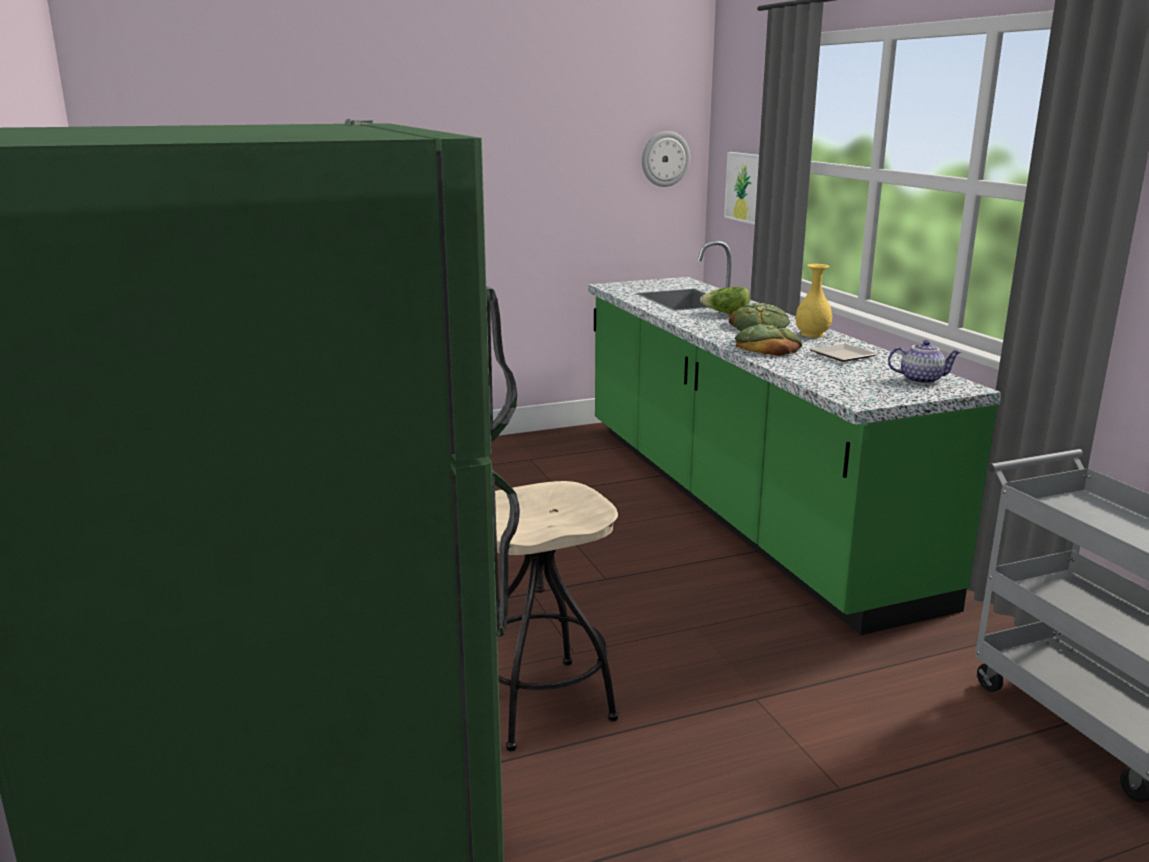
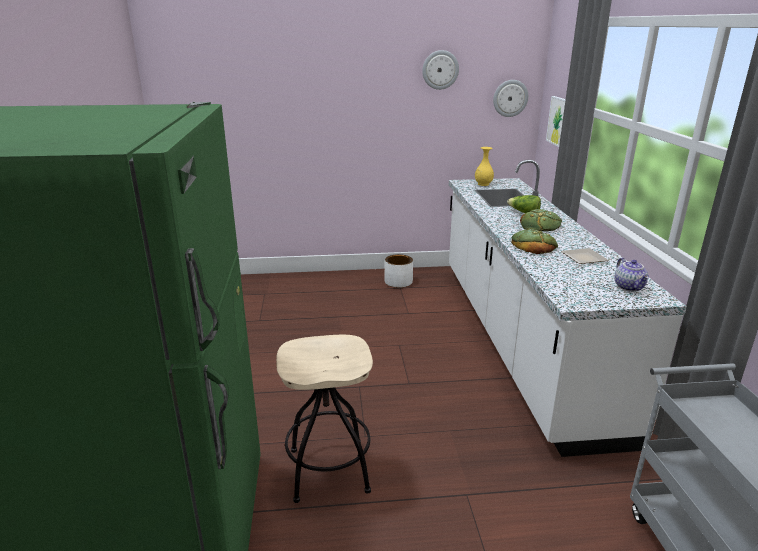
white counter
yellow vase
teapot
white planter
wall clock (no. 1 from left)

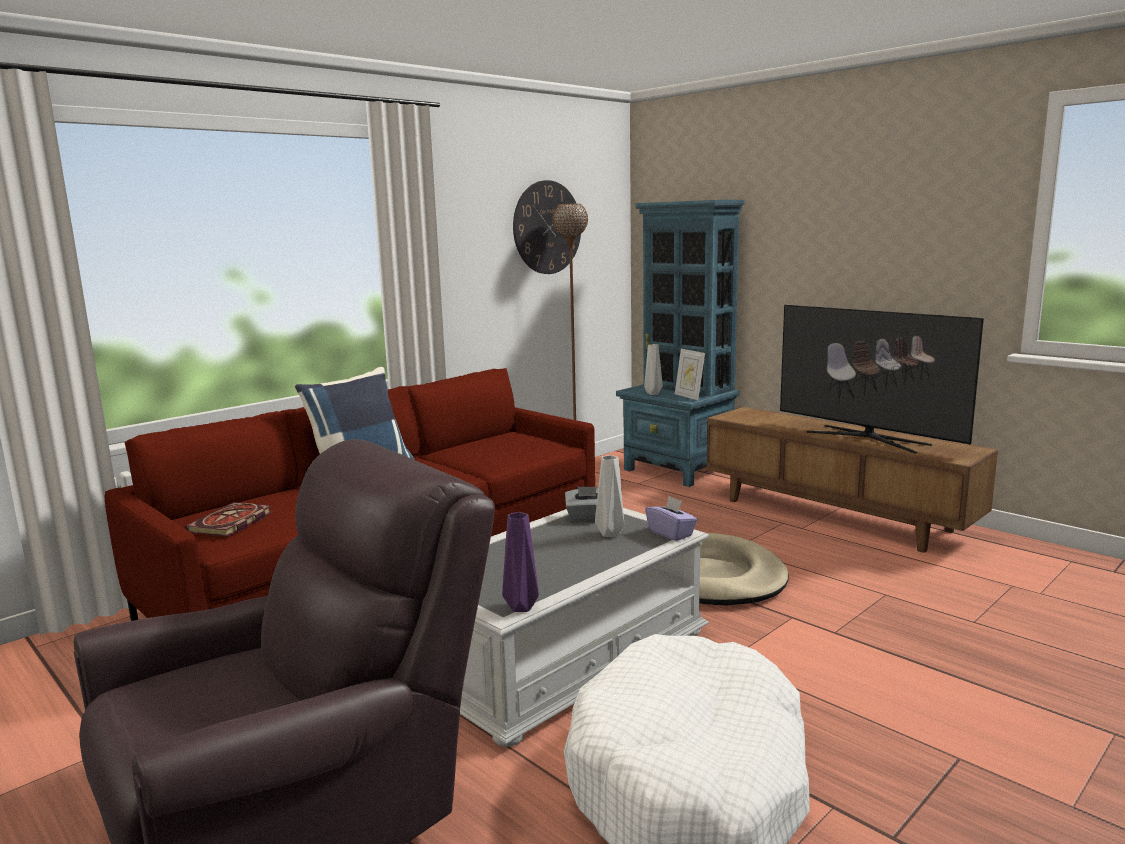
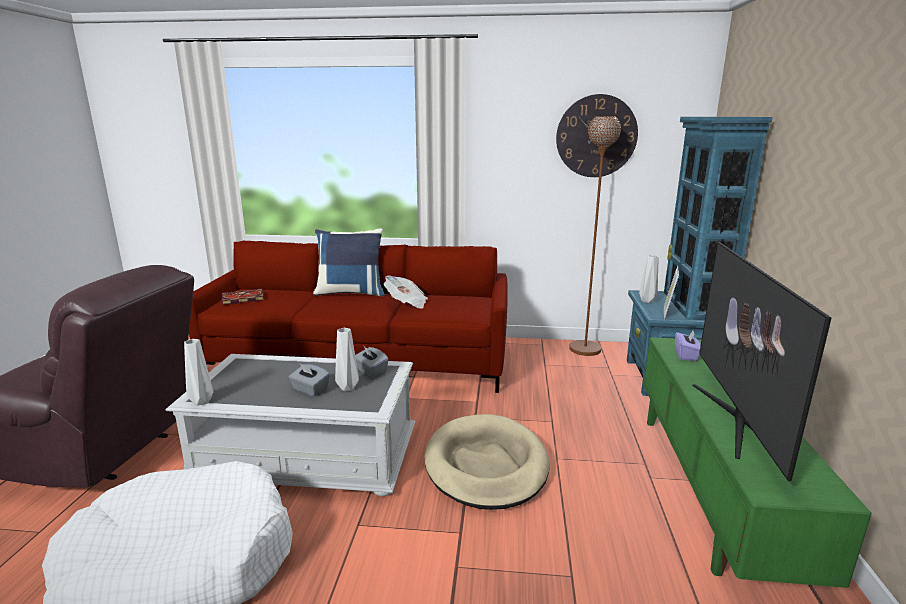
grey vase (no. 1 from left)
purple tissue box
green tv stand
grey tissue box (no. 1 from left)
newspaper

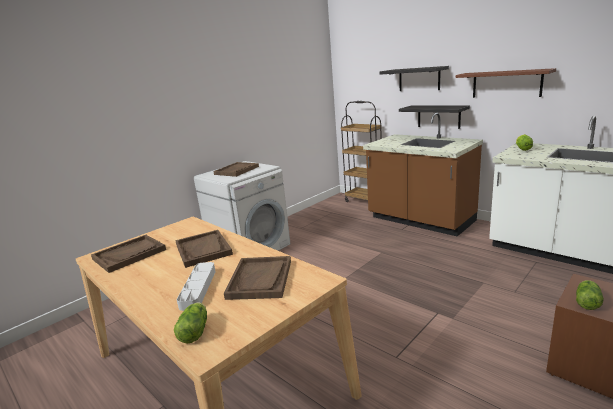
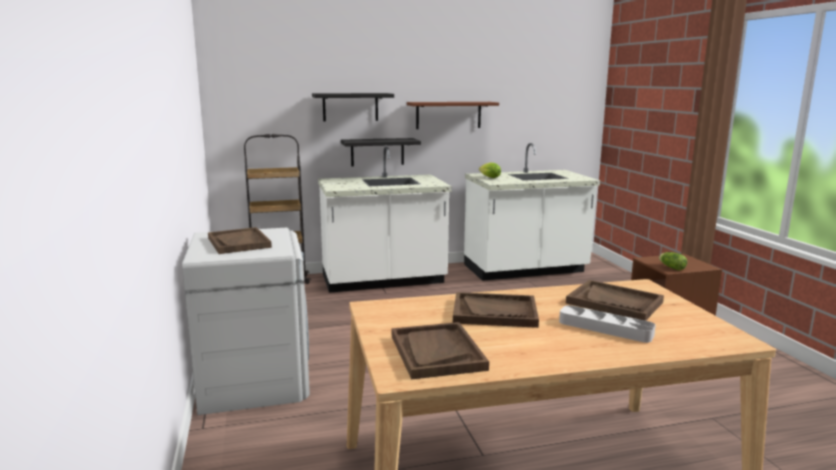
lettuce (no. 1 from left in the first image)
white counter (no. 1 from left)

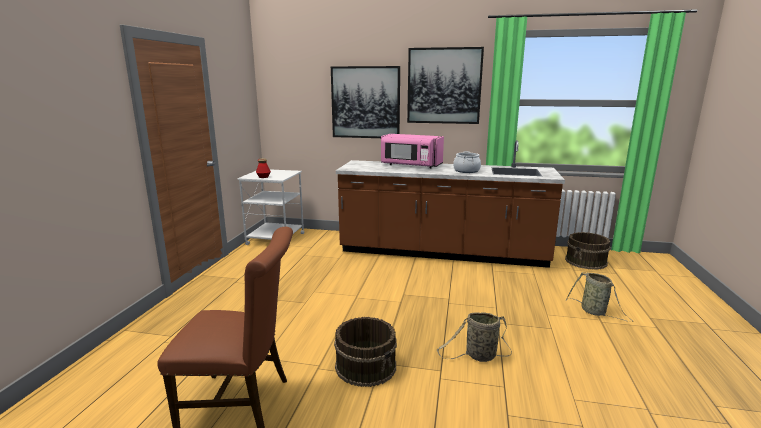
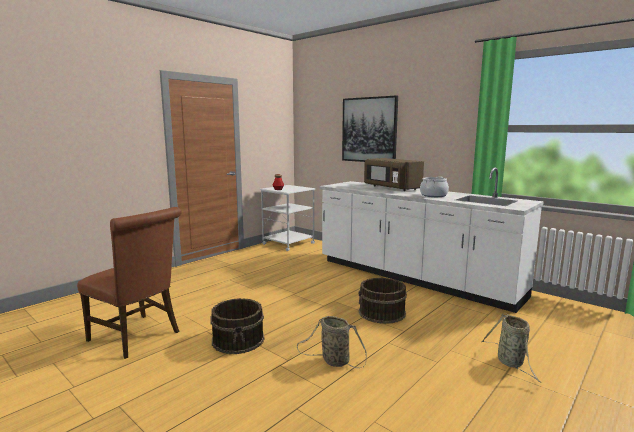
white counter
brown microwave
picture (no. 2 from left in the first image)
brown bucket (no. 2 from left)

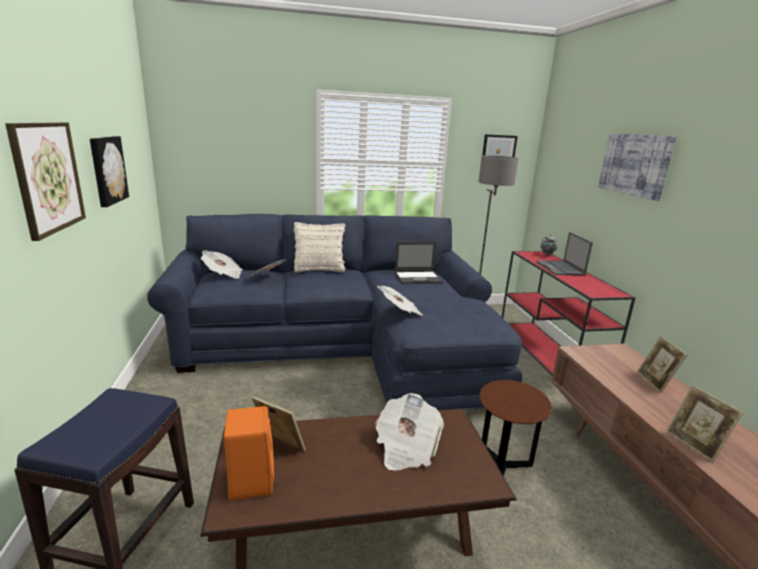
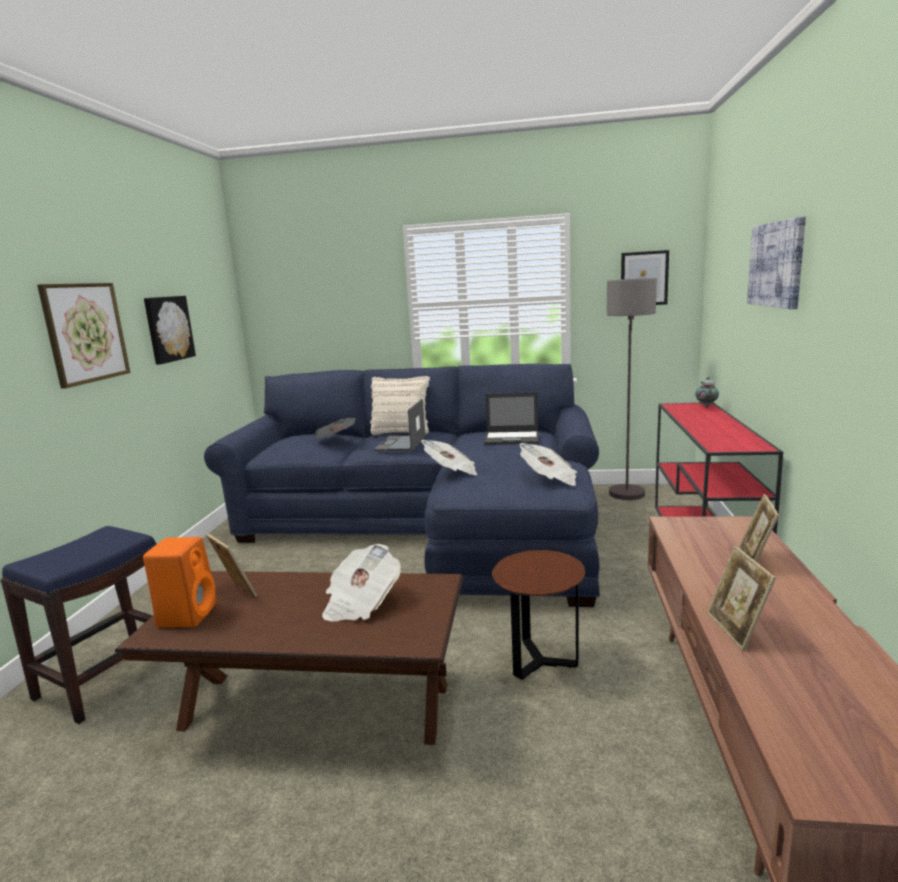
newspaper (no. 4 from left)
laptop (no. 1 from left)

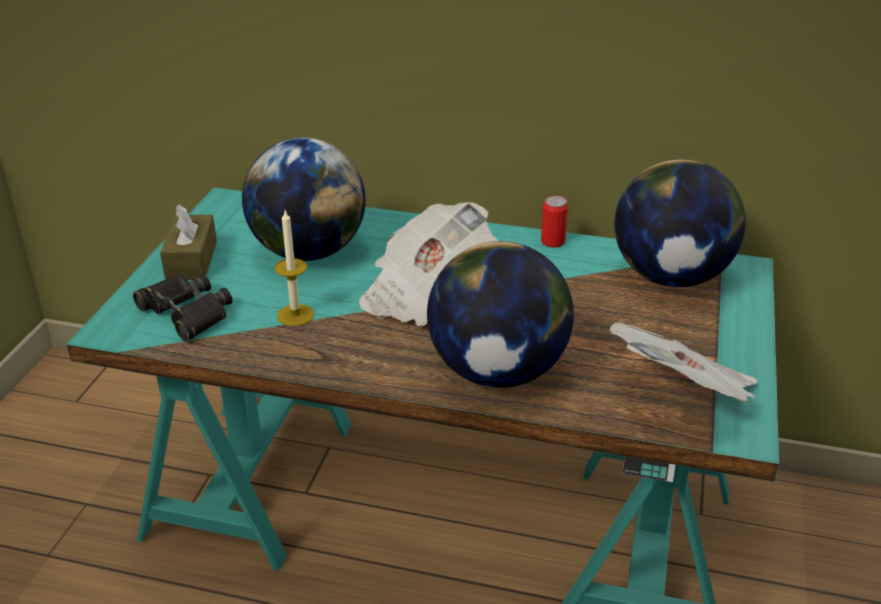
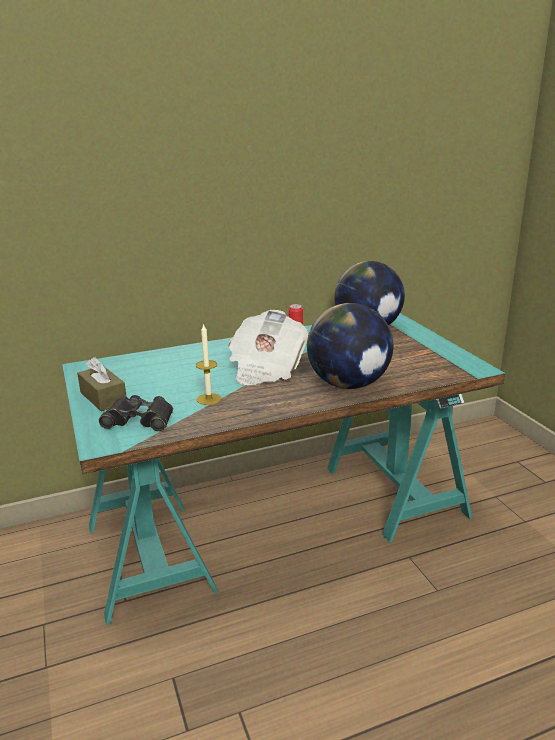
globe (no. 1 from left in the first image)
newspaper (no. 2 from left in the first image)

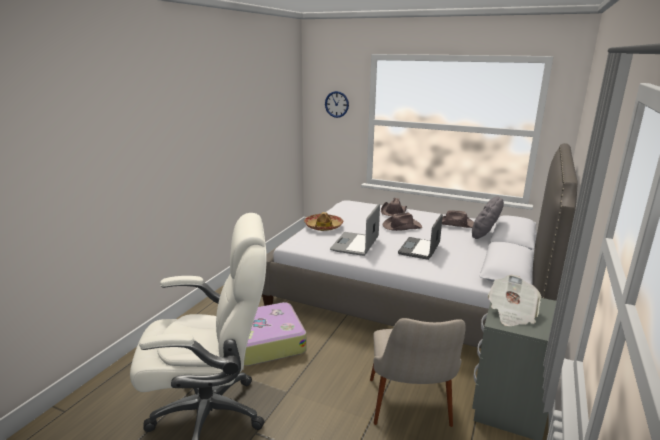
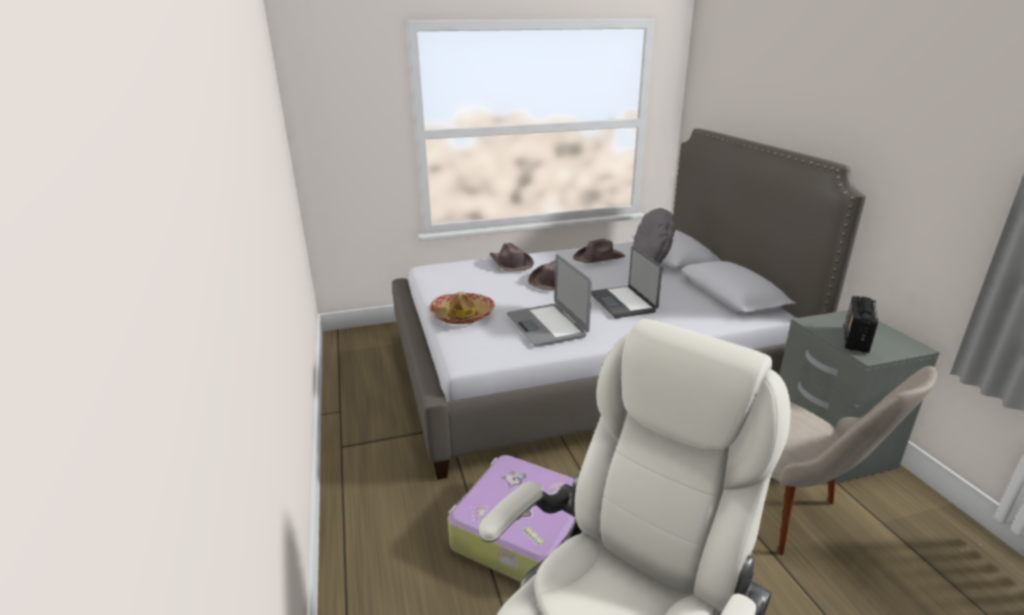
wall clock
radio

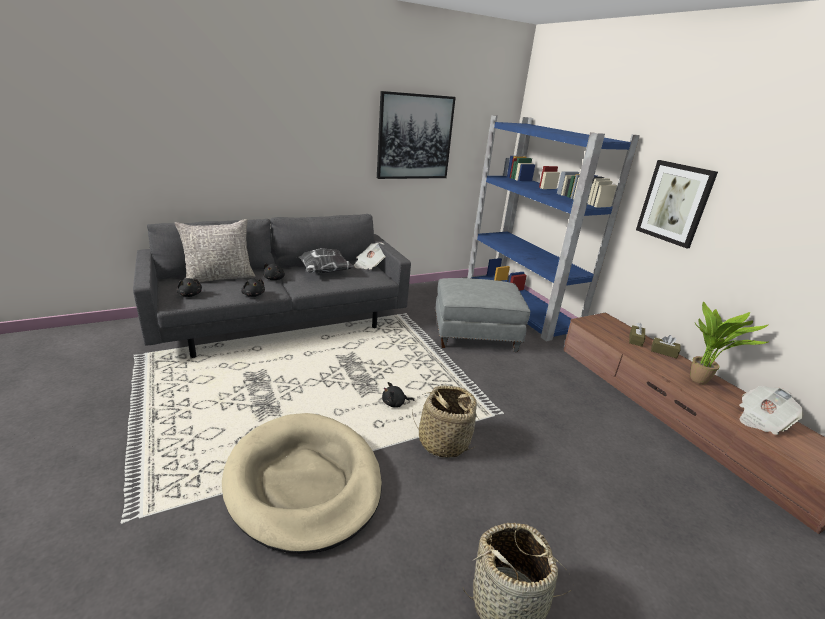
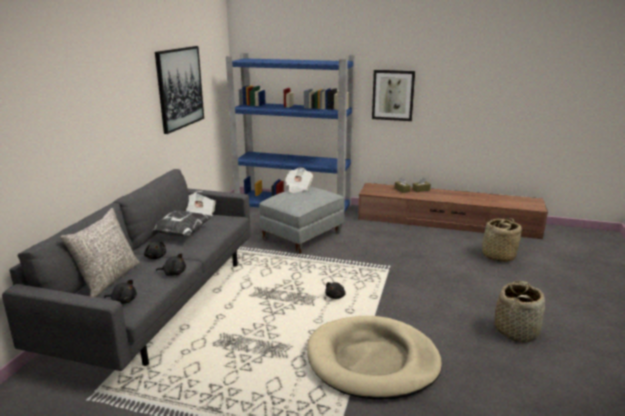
basket (no. 1 from left)
potted plant
newspaper (no. 2 from left)

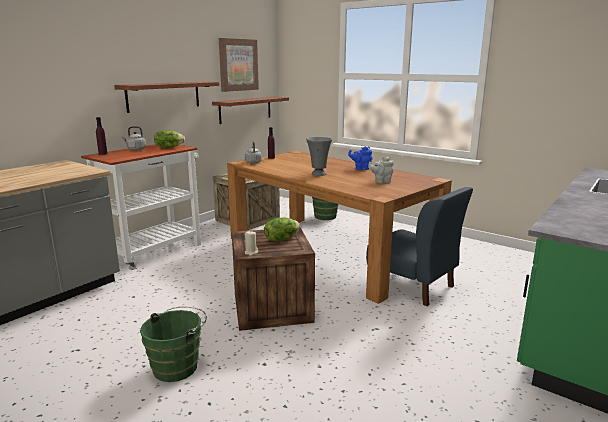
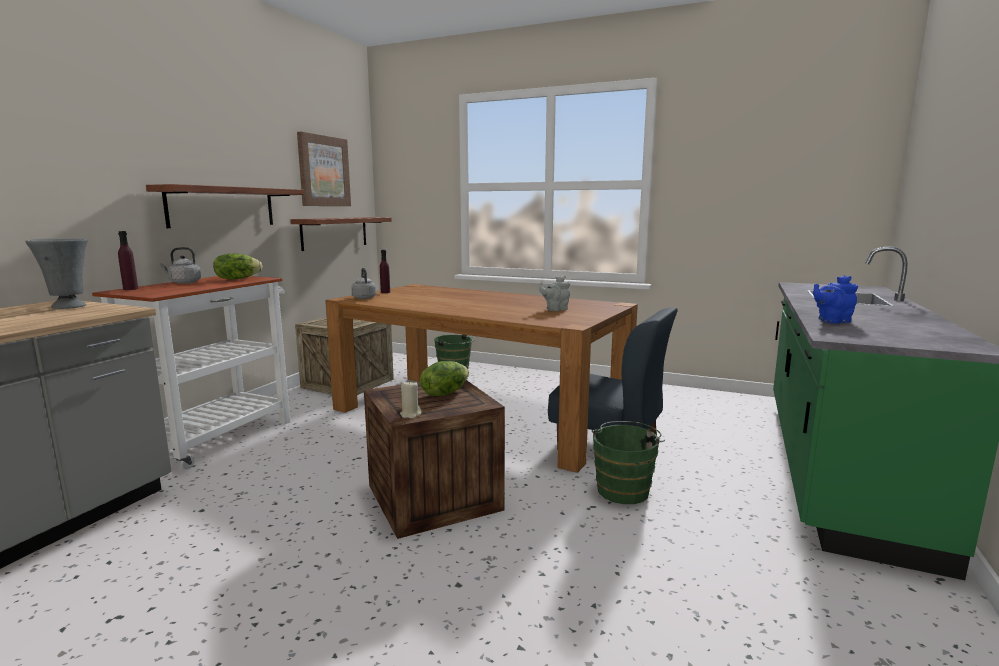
green bucket (no. 2 from left)
grey vase
blue teapot

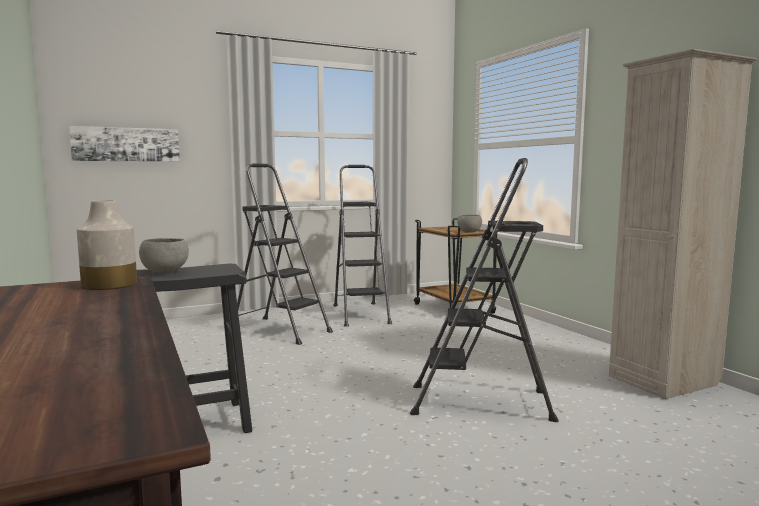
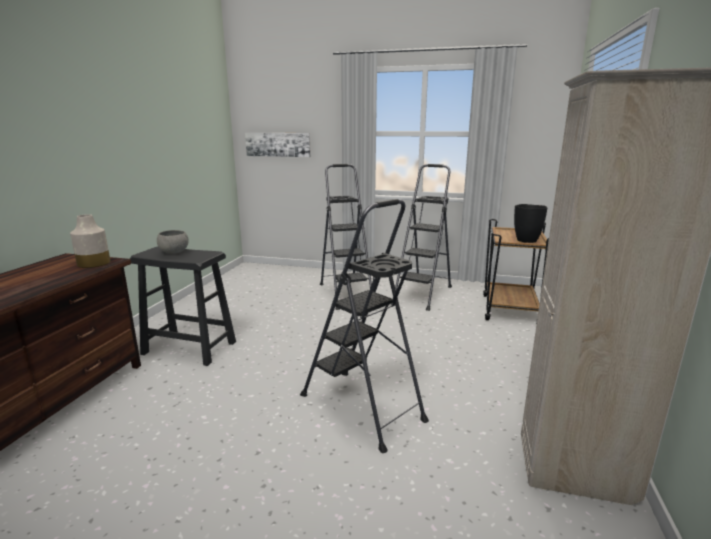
black vase

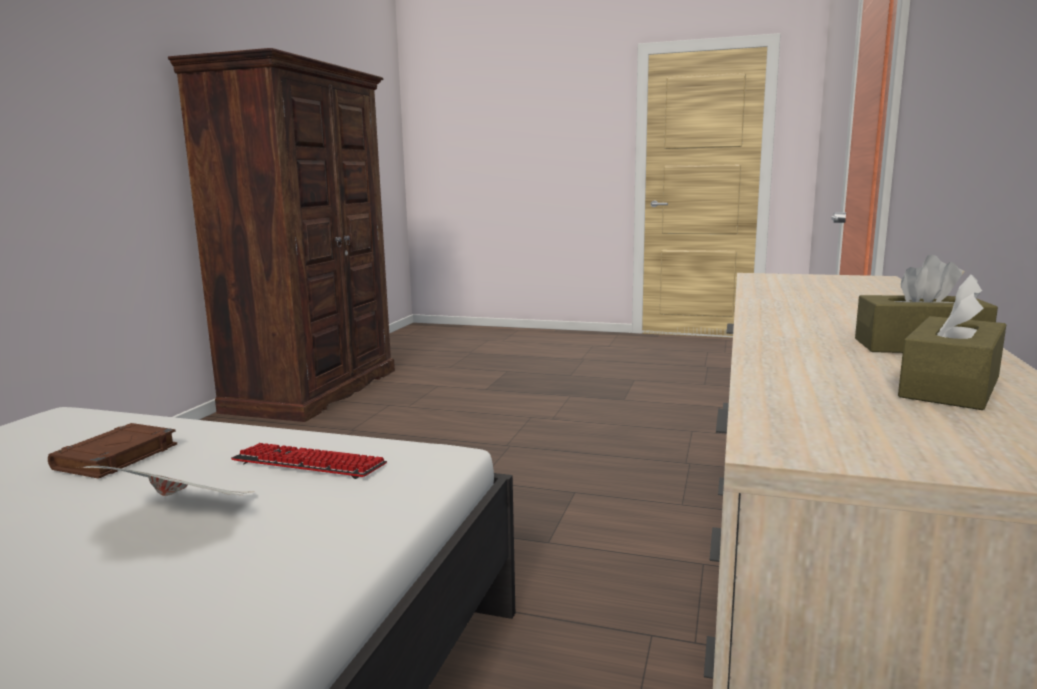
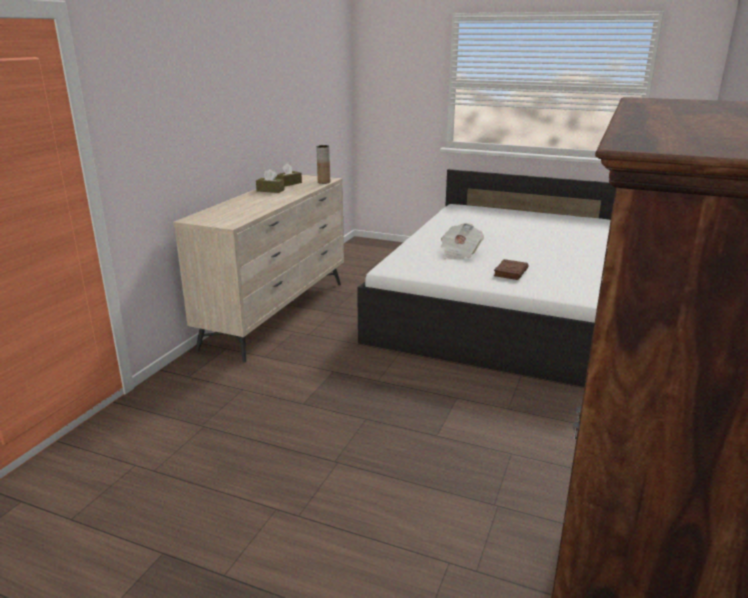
keyboard
brown vase

